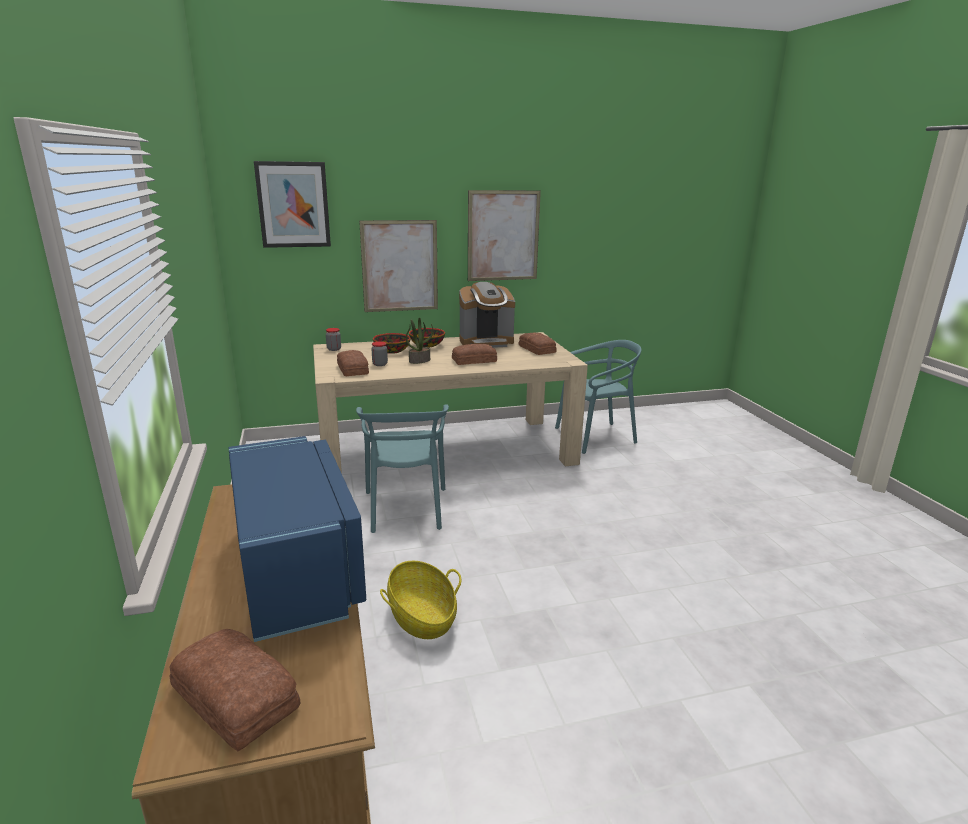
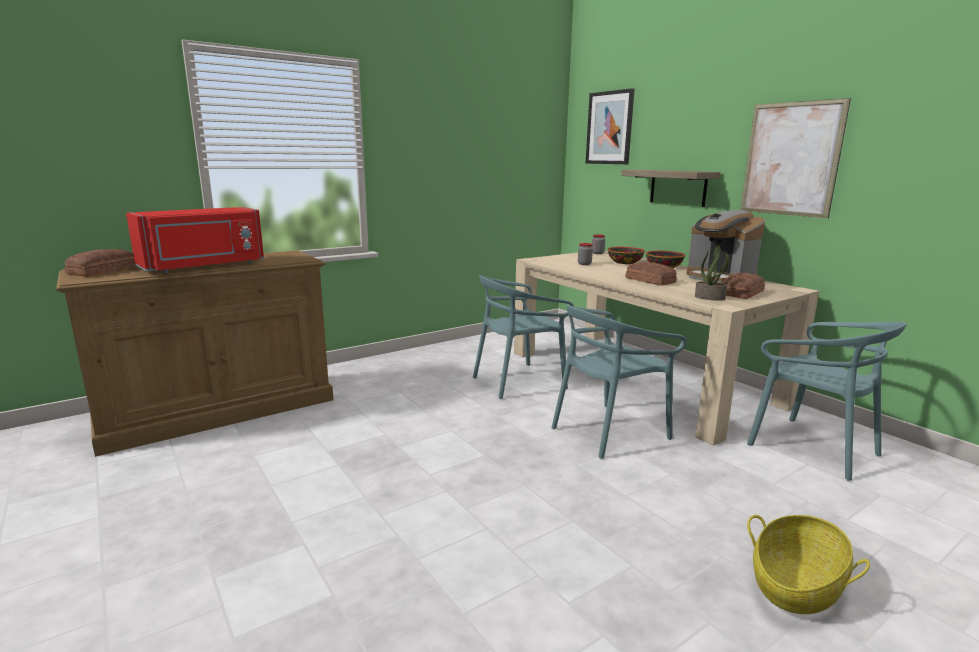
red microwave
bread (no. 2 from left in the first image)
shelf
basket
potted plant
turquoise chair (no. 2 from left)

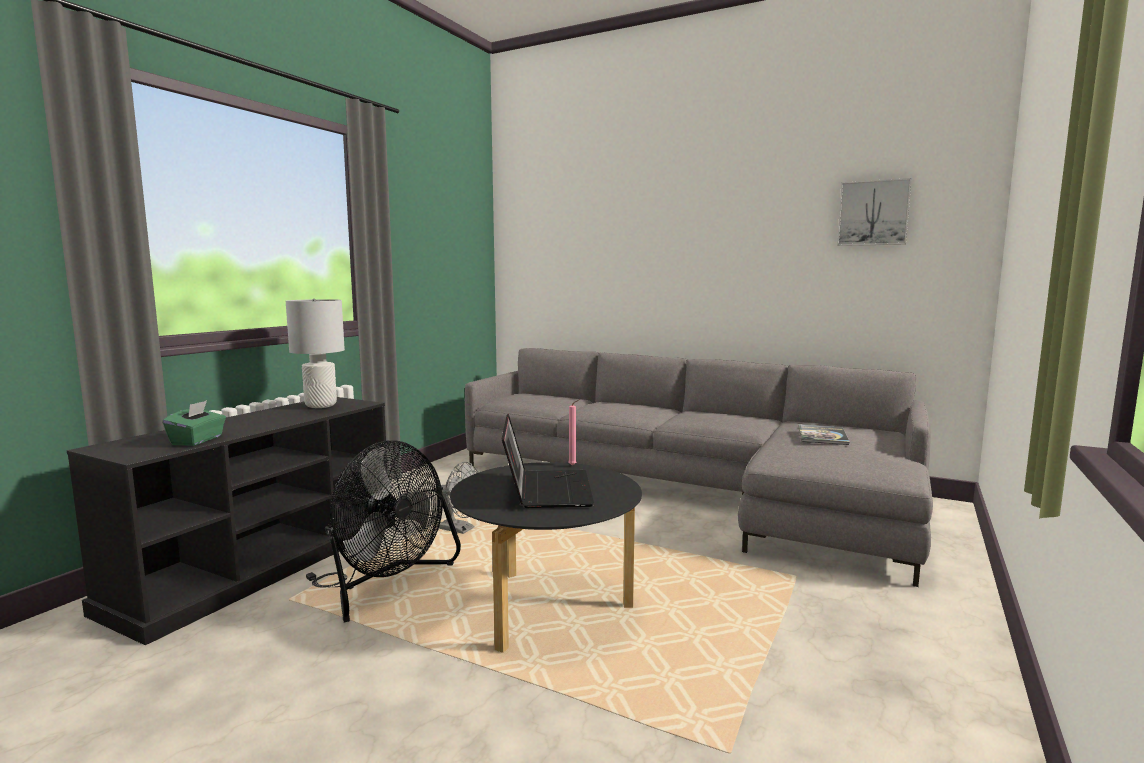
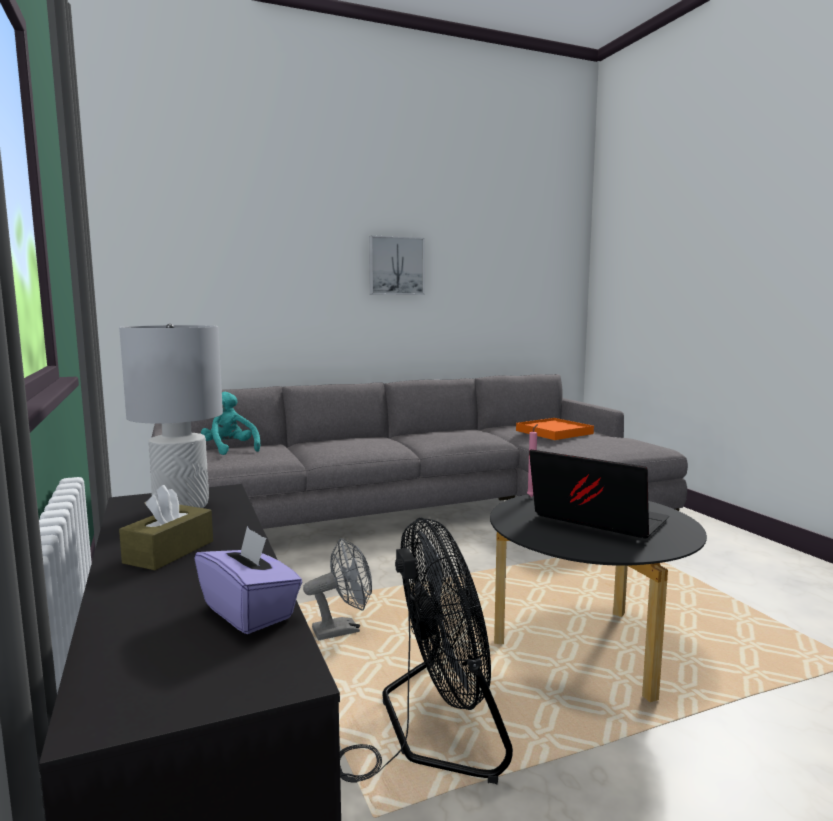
purple tissue box
orange tray
picture
brown tissue box
turquoise plush toy

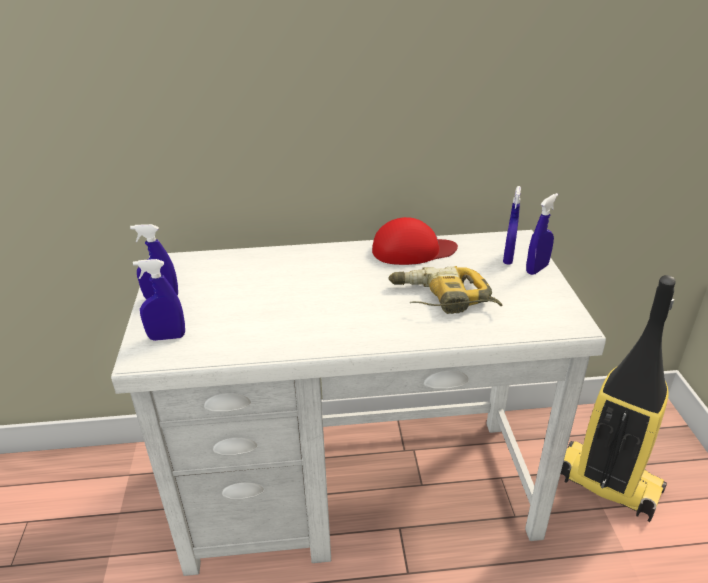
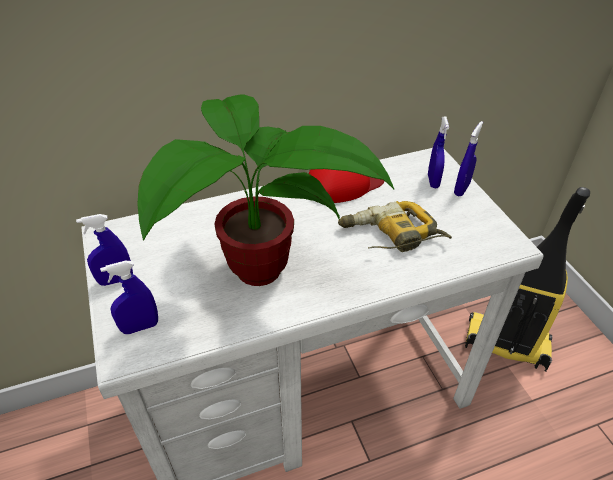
potted plant

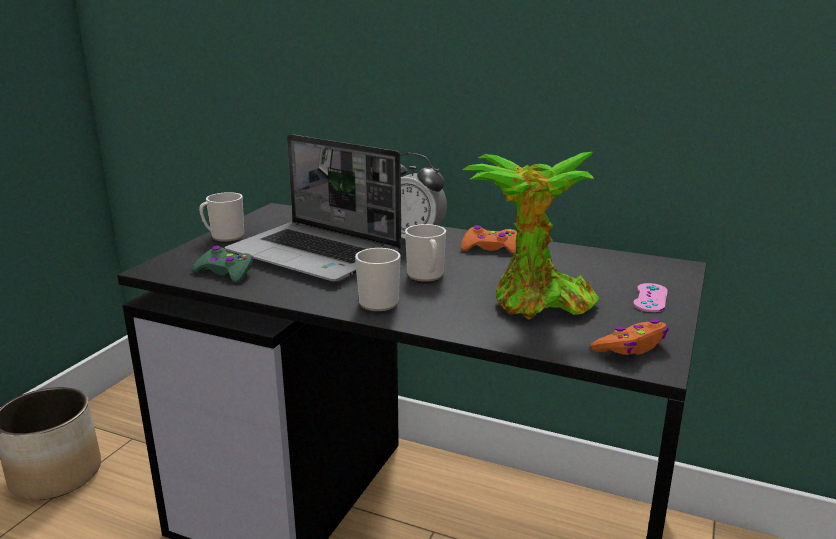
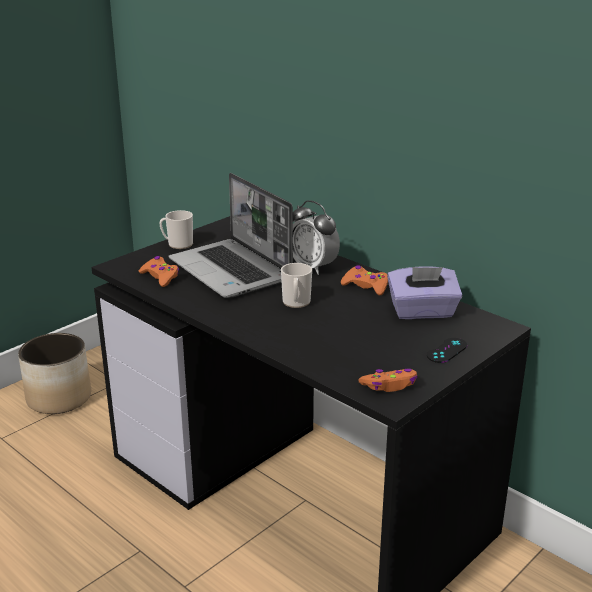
orange game controller (no. 1 from left)
mug (no. 2 from left in the first image)
potted plant
black game controller
purple tissue box

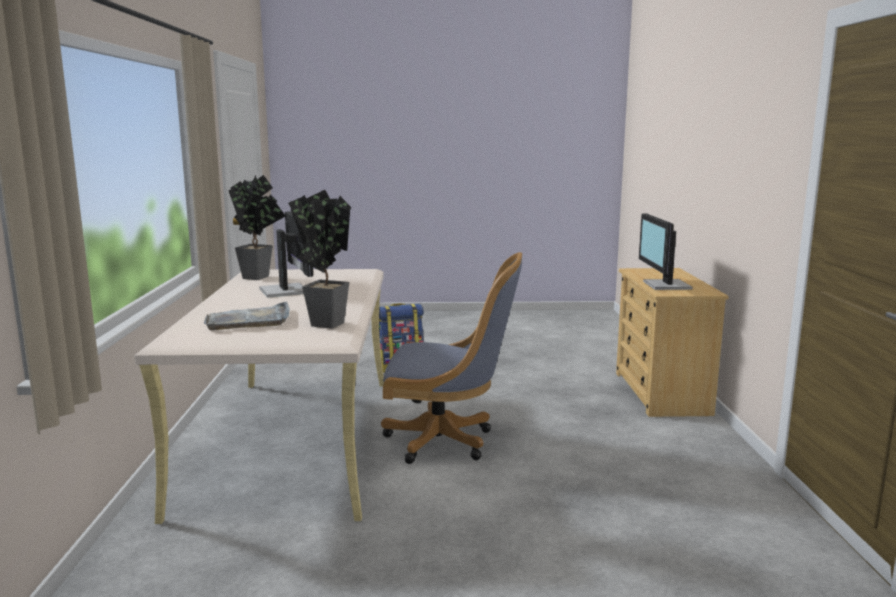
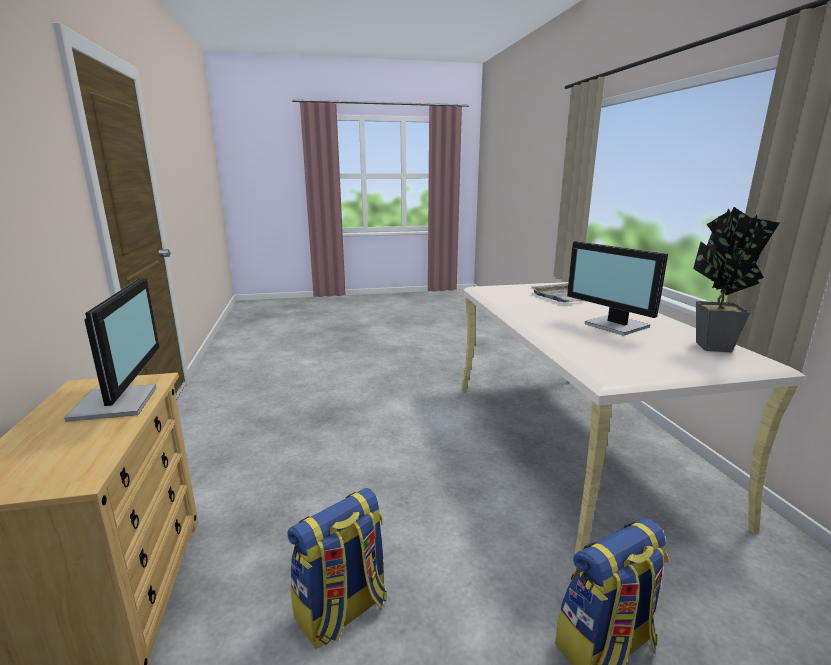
potted plant (no. 2 from left in the first image)
blue office chair
backpack (no. 1 from left)

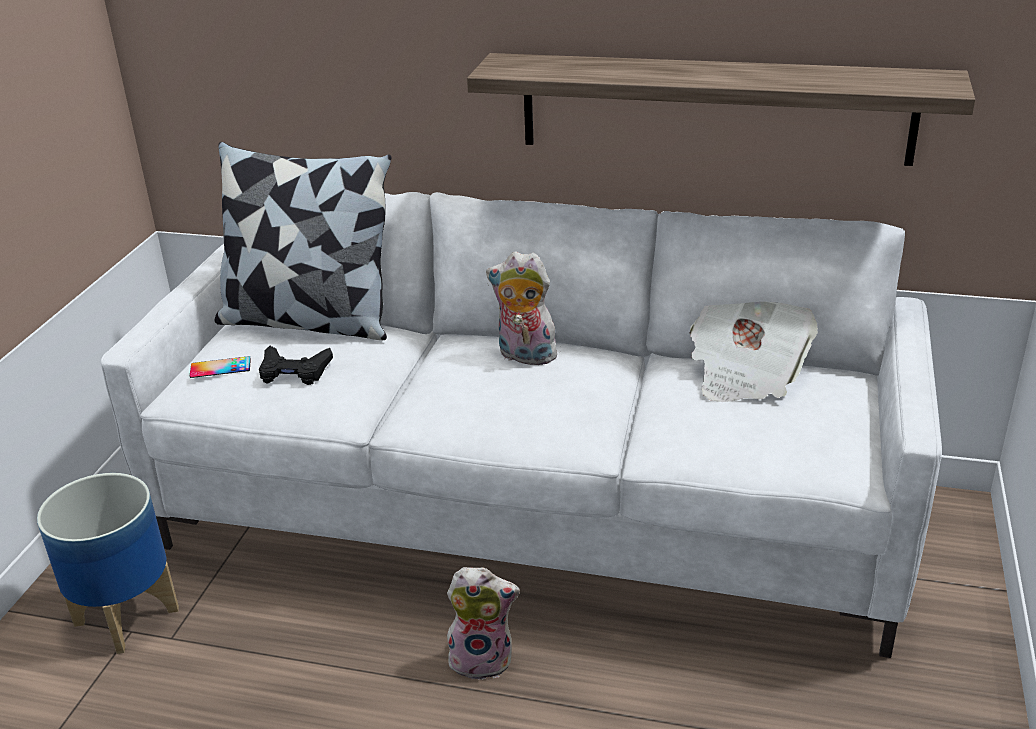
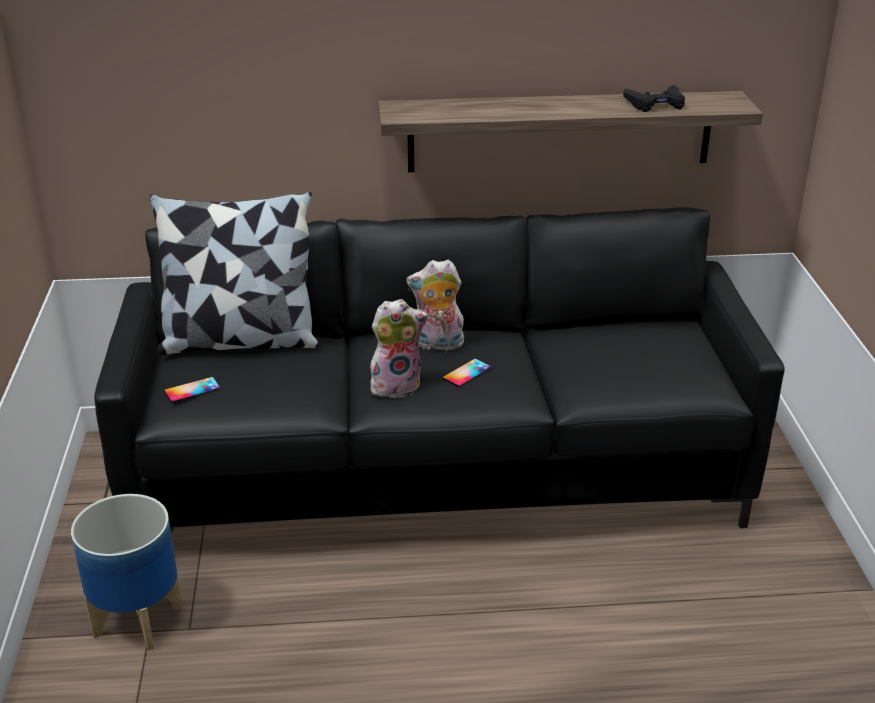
black sofa
black game controller
plush toy (no. 1 from left)
newspaper
phone (no. 2 from left)

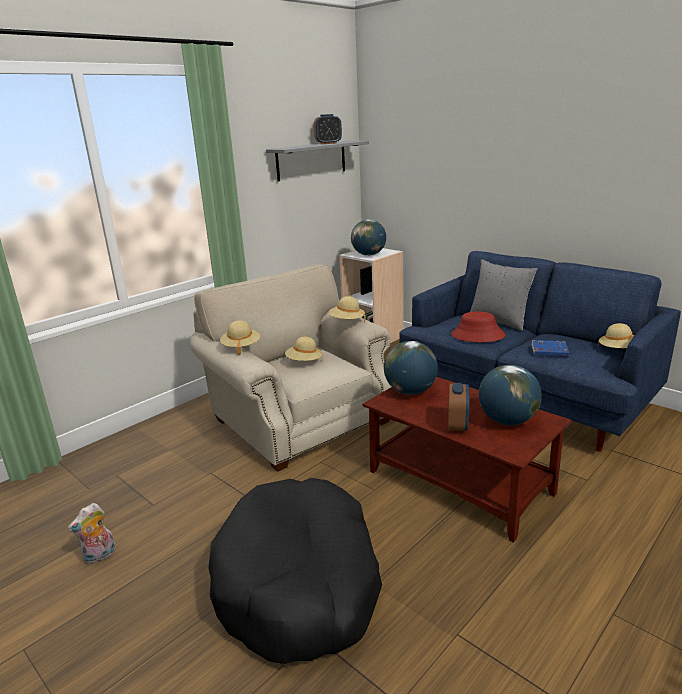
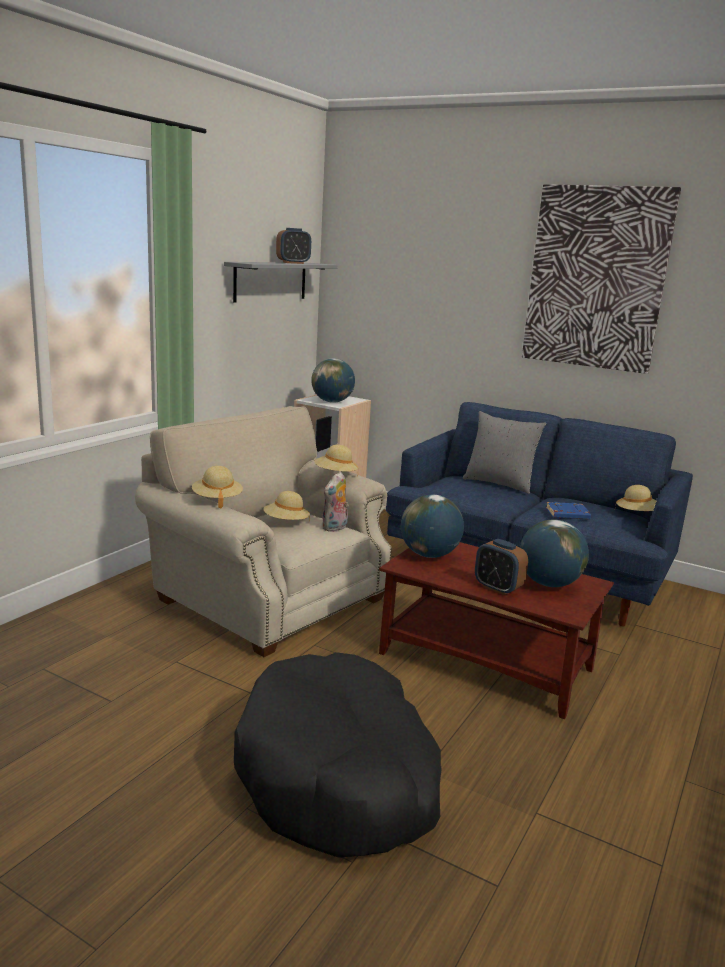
plush toy
alarm clock (no. 2 from left)
red hat
picture

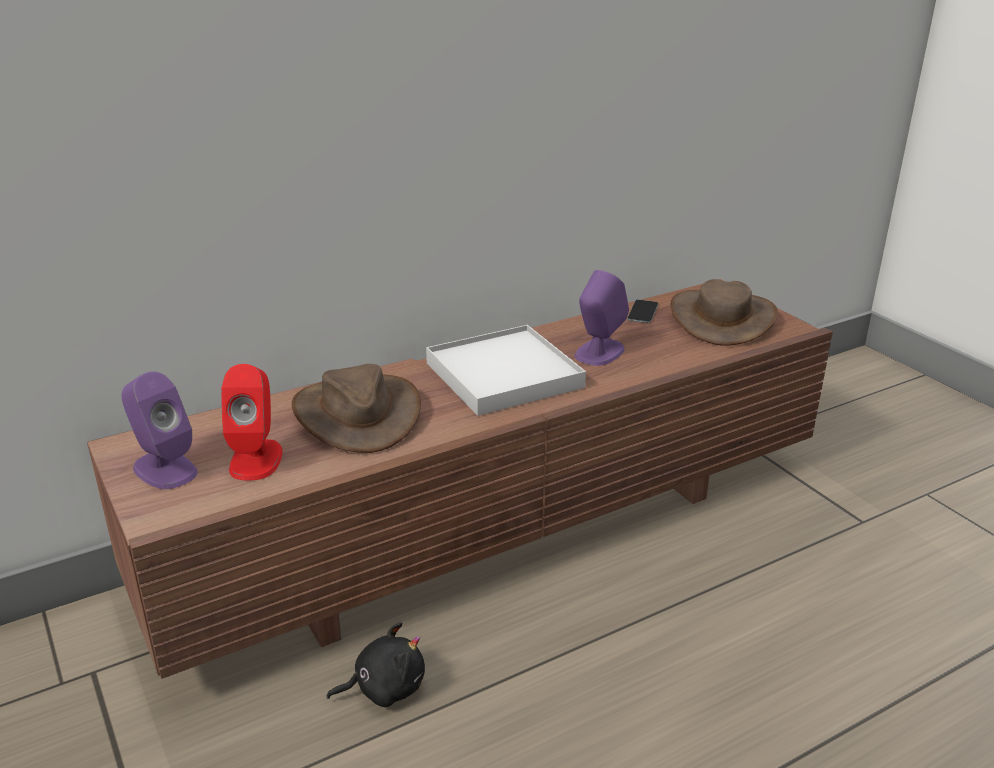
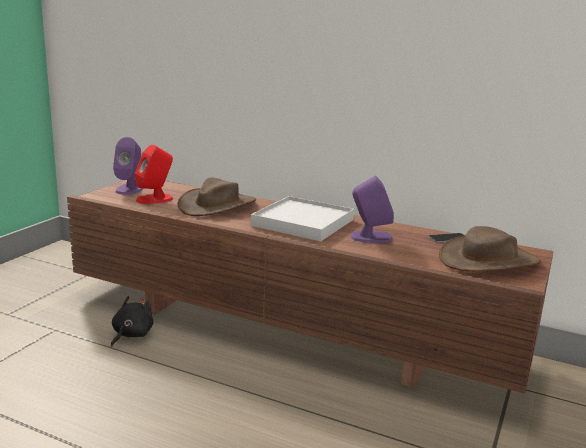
black plush toy

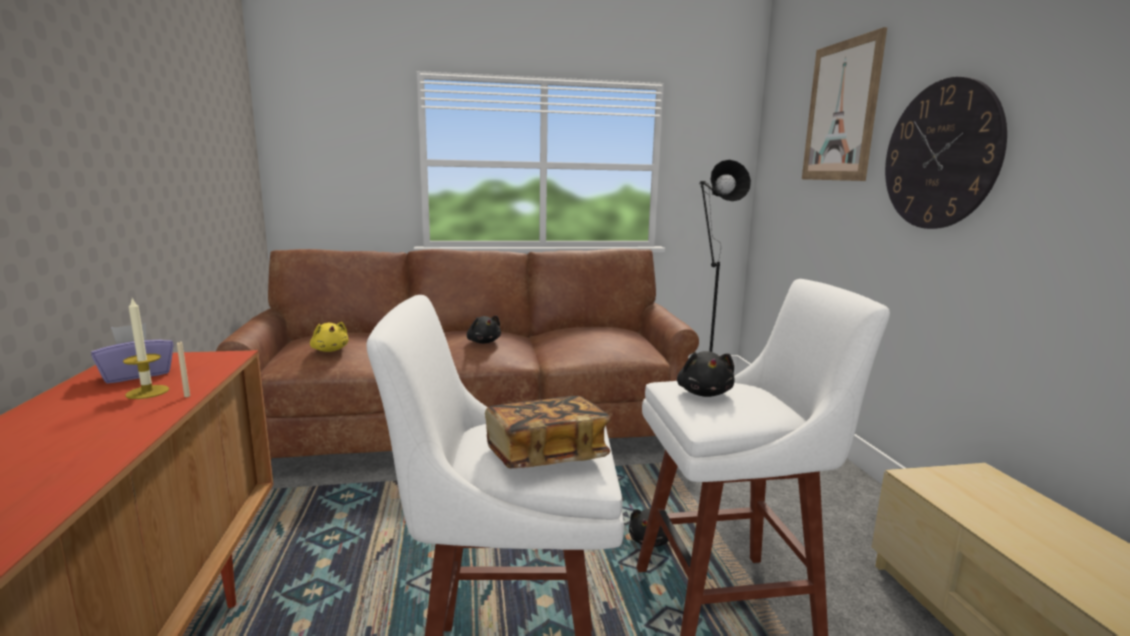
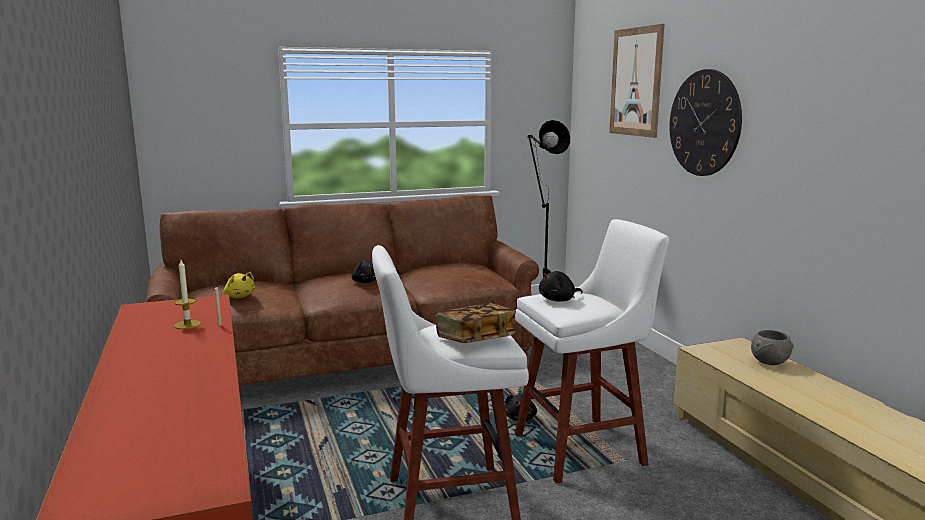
purple tissue box
black plush toy (no. 3 from left)
grey bowl

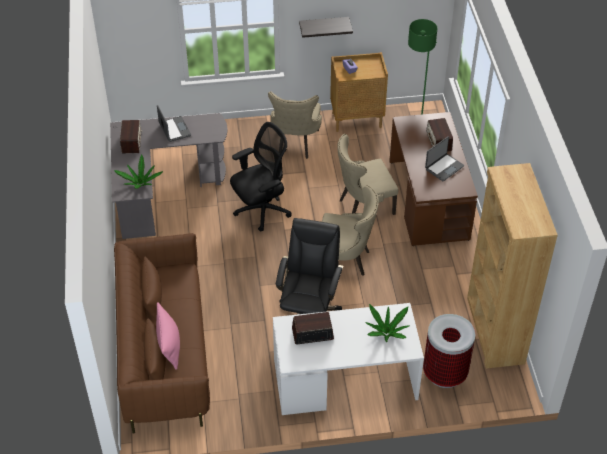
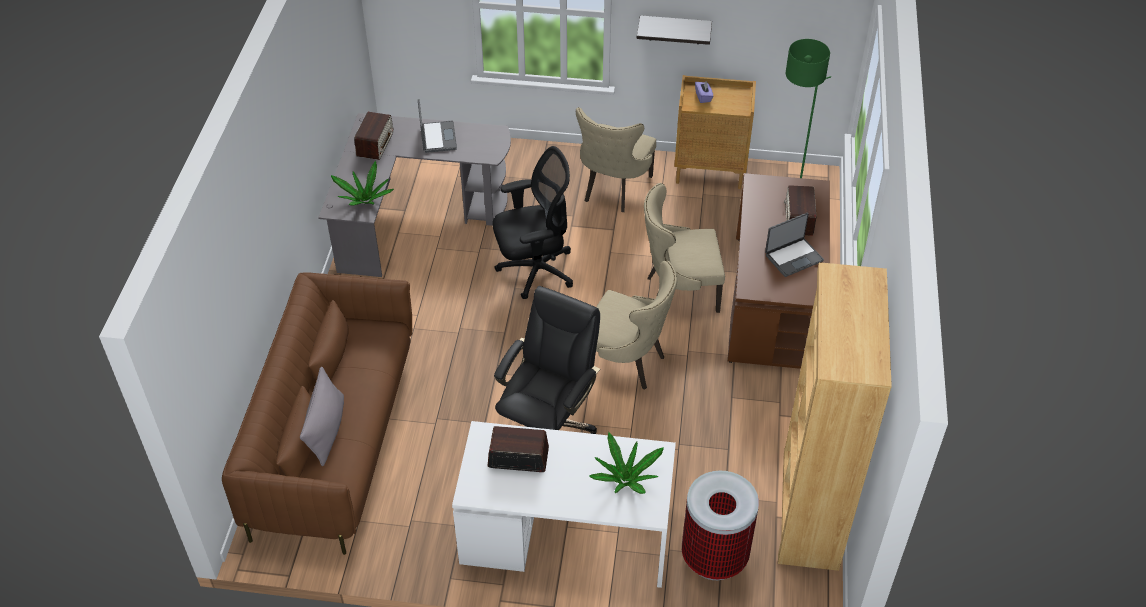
grey pillow

